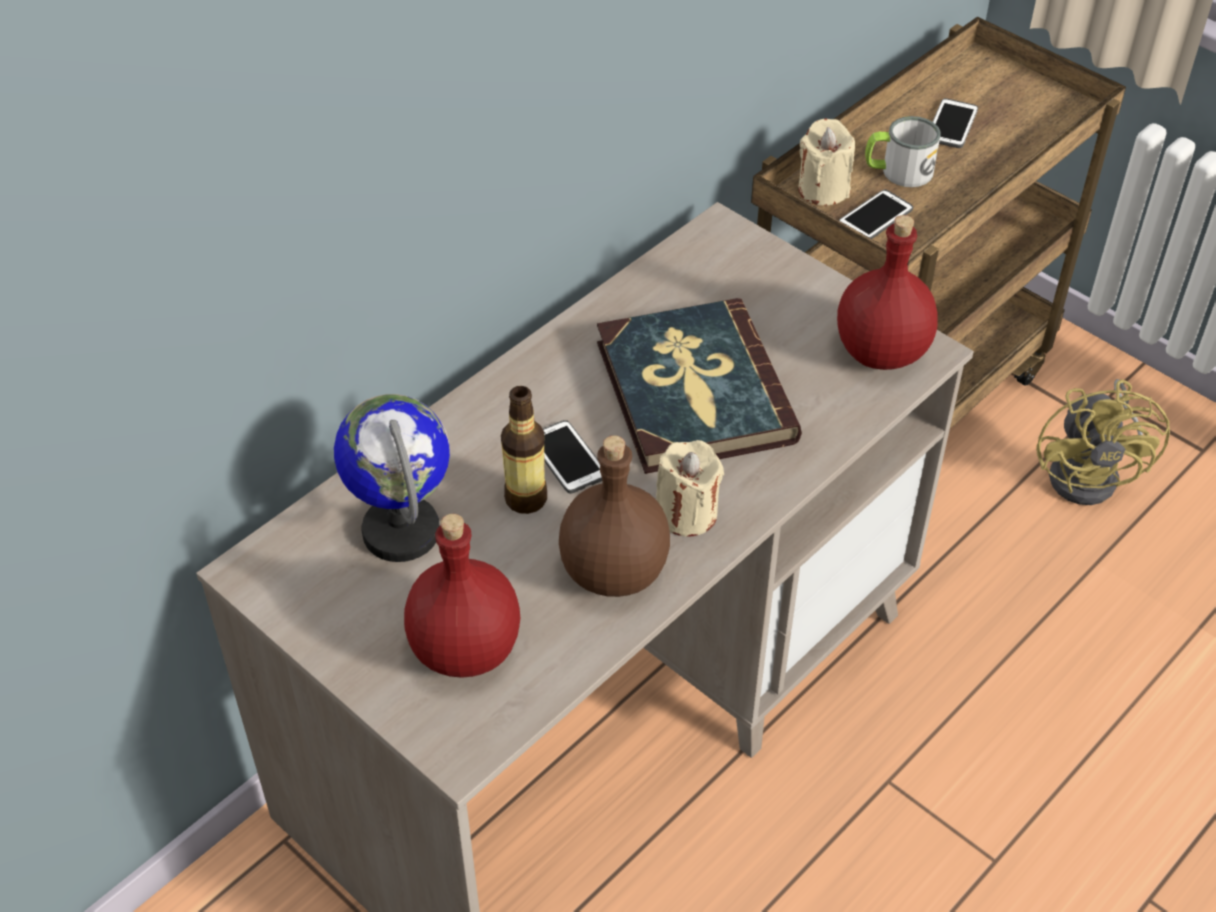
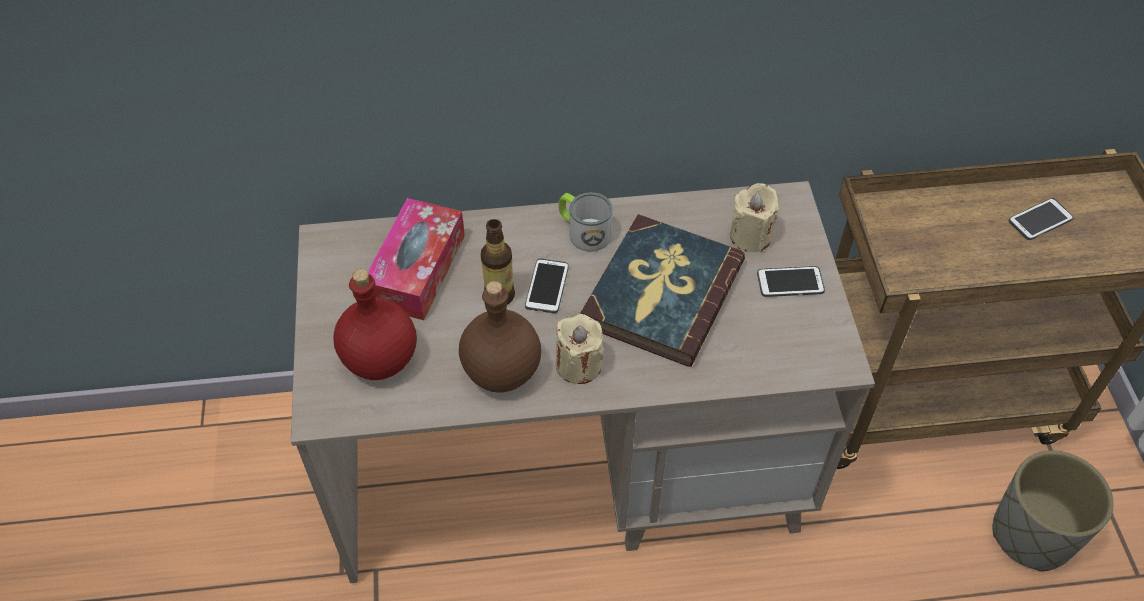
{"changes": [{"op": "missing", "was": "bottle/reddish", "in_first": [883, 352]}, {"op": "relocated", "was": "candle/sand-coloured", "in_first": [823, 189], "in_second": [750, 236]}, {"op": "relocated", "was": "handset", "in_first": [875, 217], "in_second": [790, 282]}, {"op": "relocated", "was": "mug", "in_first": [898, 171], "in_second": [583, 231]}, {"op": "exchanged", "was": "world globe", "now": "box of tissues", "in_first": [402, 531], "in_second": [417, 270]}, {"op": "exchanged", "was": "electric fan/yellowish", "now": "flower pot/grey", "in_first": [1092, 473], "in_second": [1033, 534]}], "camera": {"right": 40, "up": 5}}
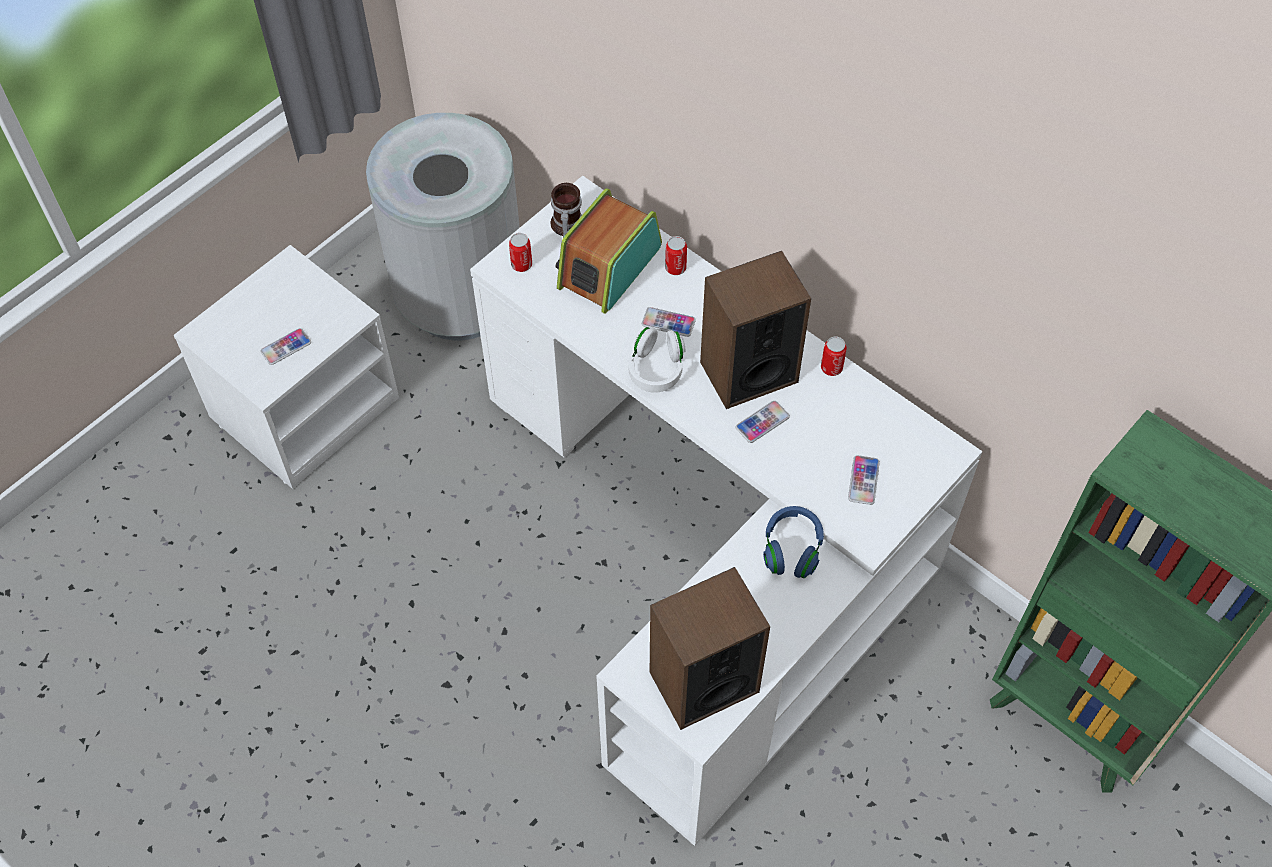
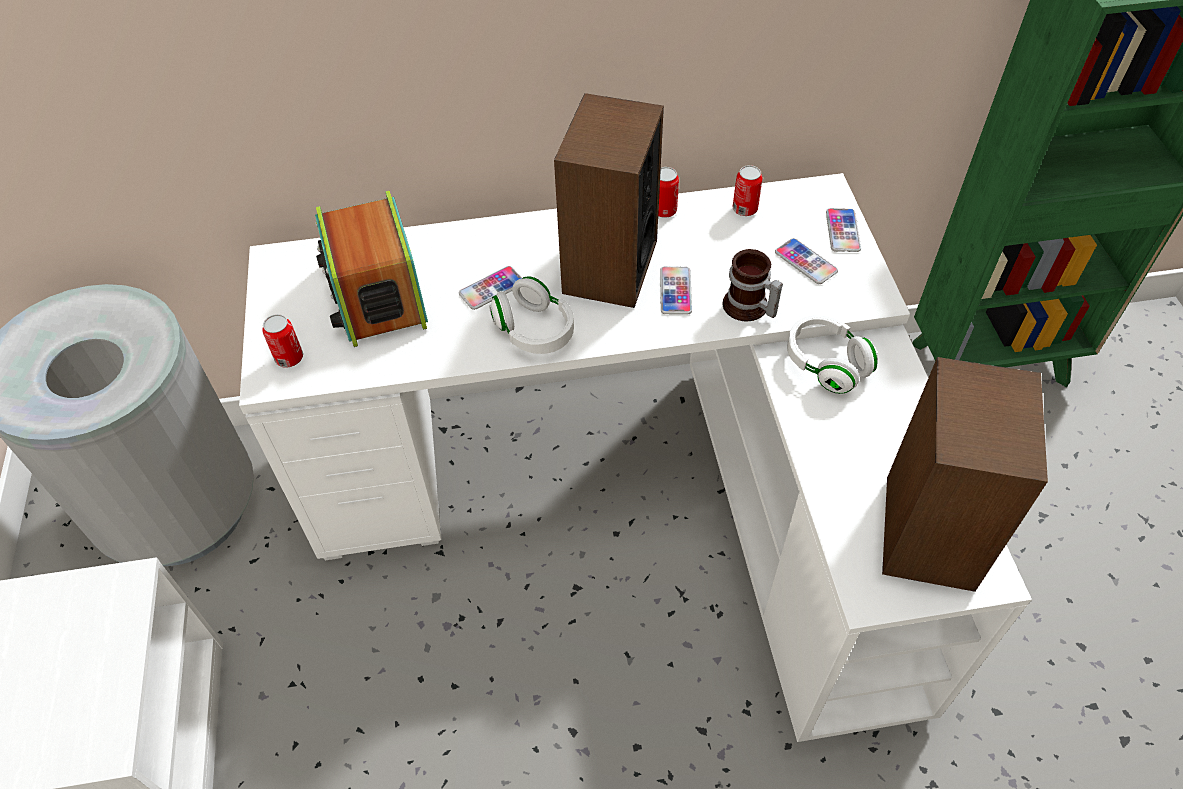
{"changes": [{"op": "relocated", "was": "handset", "in_first": [286, 347], "in_second": [842, 231]}, {"op": "relocated", "was": "mug", "in_first": [565, 226], "in_second": [747, 308]}, {"op": "relocated", "was": "sealed can", "in_first": [675, 268], "in_second": [745, 209]}, {"op": "colour", "was": "headphones/blue", "now": "headphones/whitish", "in_first": [792, 549], "in_second": [826, 364]}], "camera": {"right": -50, "up": -5}}
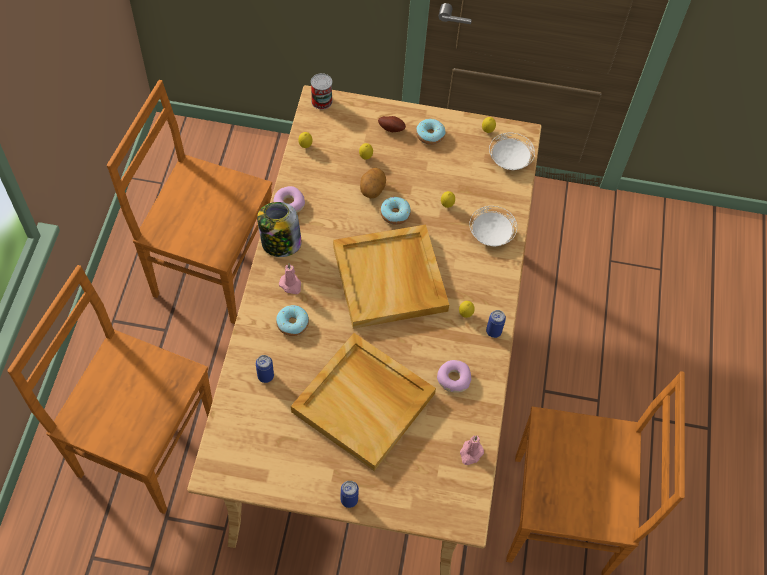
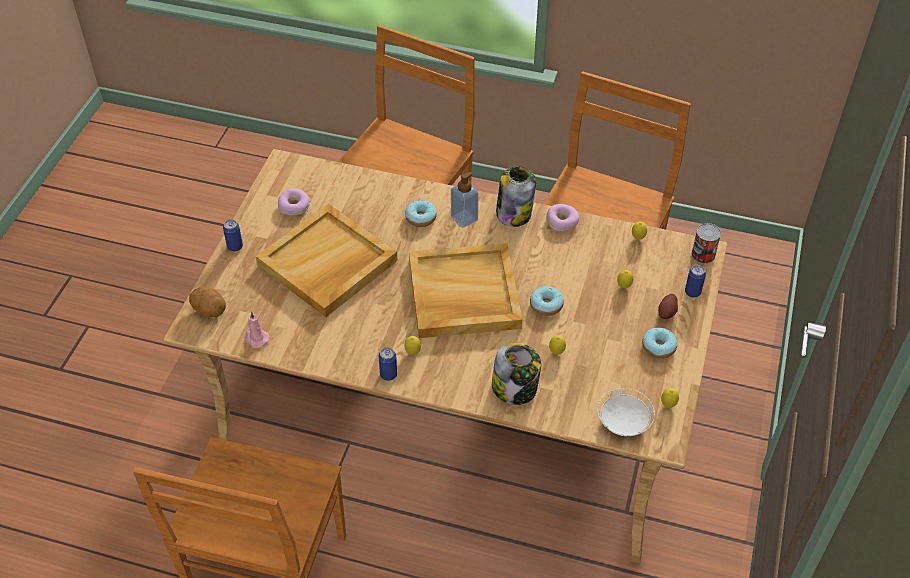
{"changes": [{"op": "relocated", "was": "sealed can", "in_first": [265, 376], "in_second": [692, 292]}, {"op": "relocated", "was": "whole potato", "in_first": [372, 190], "in_second": [210, 310]}, {"op": "relocated", "was": "donut", "in_first": [453, 379], "in_second": [294, 206]}, {"op": "exchanged", "was": "candle/pink", "now": "liquid soap bottle", "in_first": [291, 285], "in_second": [464, 219]}, {"op": "exchanged", "was": "plate/whitish", "now": "jar", "in_first": [491, 234], "in_second": [515, 388]}], "camera": {"right": 100, "up": -10}}
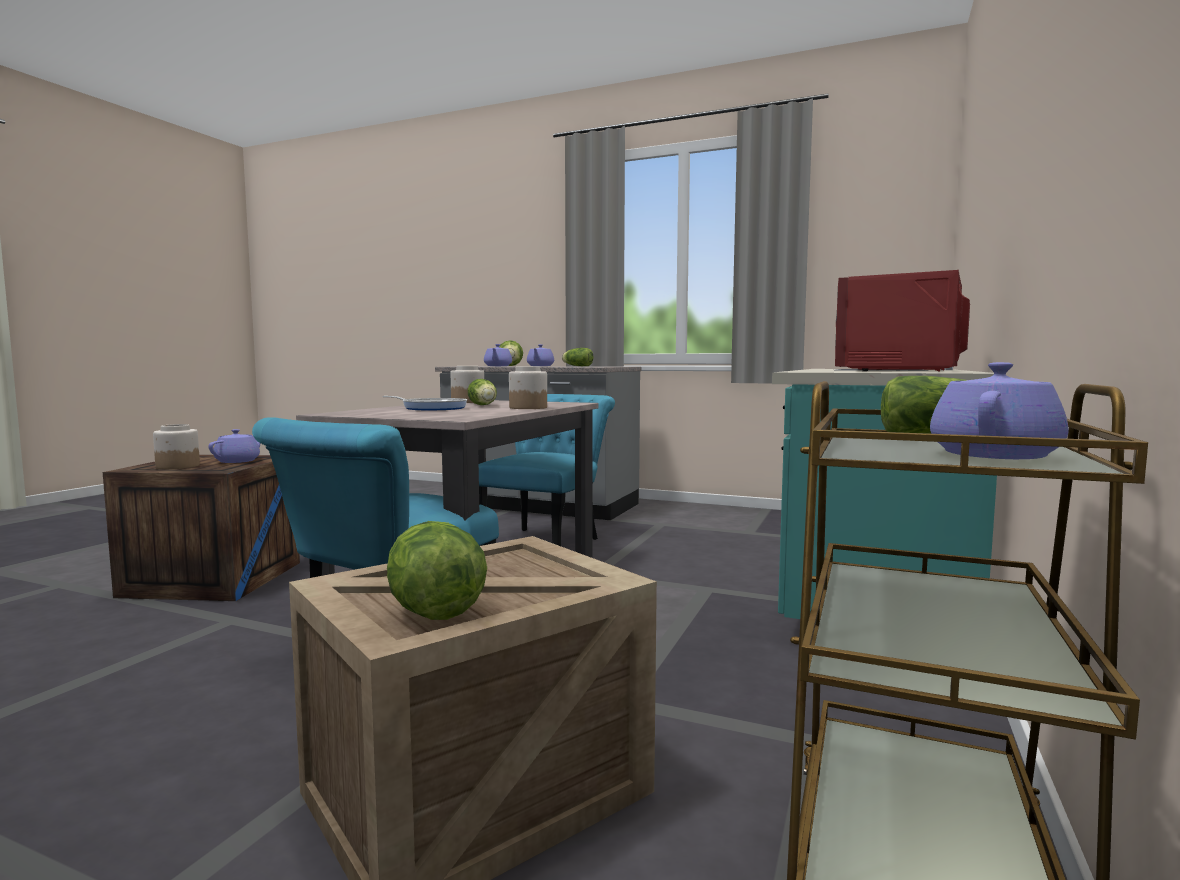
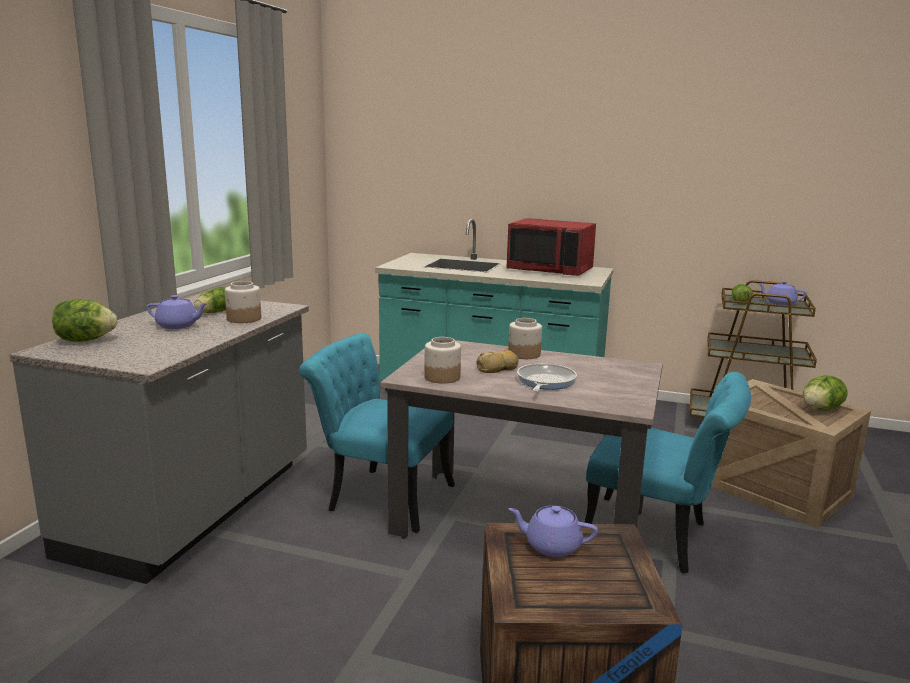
{"changes": [{"op": "missing", "was": "tea pot/purplish", "in_first": [497, 366]}, {"op": "relocated", "was": "jar", "in_first": [177, 466], "in_second": [244, 319]}, {"op": "exchanged", "was": "lettuce head", "now": "baked bread", "in_first": [483, 405], "in_second": [498, 368]}], "camera": {"right": -95, "up": 10}}
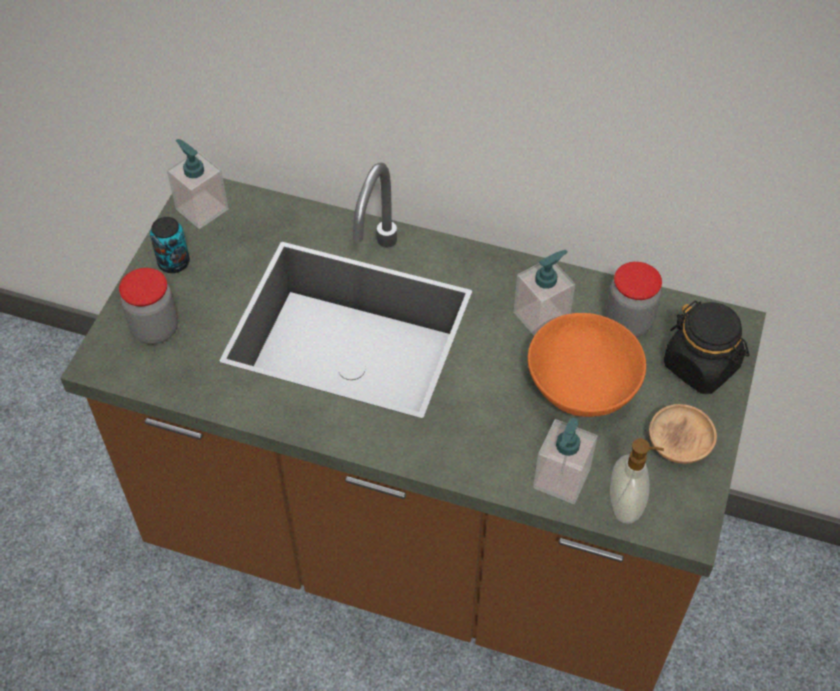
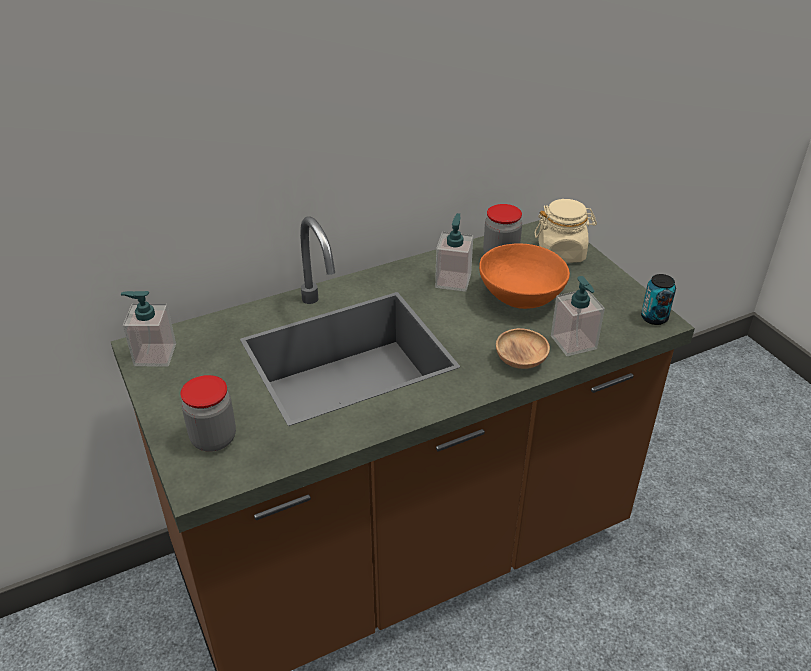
{"changes": [{"op": "missing", "was": "liquid soap bottle", "in_first": [626, 505]}, {"op": "relocated", "was": "sealed can", "in_first": [174, 263], "in_second": [654, 318]}, {"op": "relocated", "was": "bowl/brownish", "in_first": [679, 444], "in_second": [521, 360]}, {"op": "colour", "was": "jar/blackish", "now": "jar/sand-coloured", "in_first": [701, 366], "in_second": [561, 253]}], "camera": {"right": -45, "up": -15}}
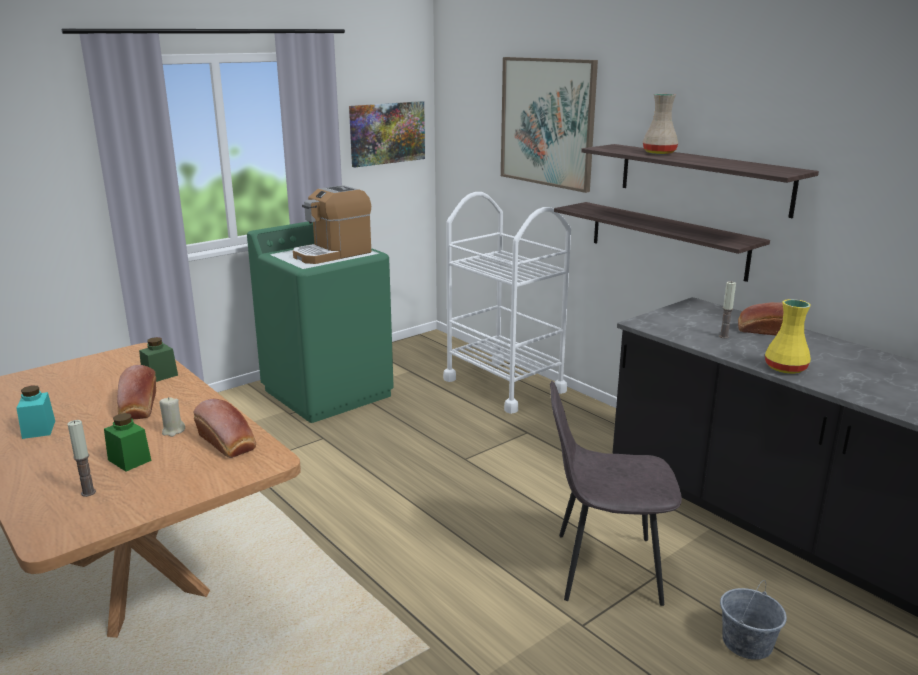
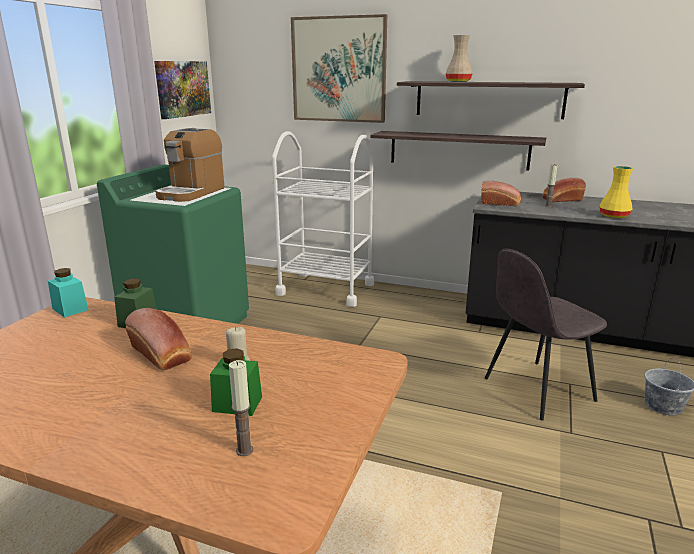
{"changes": [{"op": "relocated", "was": "jar/turquoise", "in_first": [39, 429], "in_second": [70, 309]}, {"op": "relocated", "was": "baked bread", "in_first": [228, 443], "in_second": [500, 203]}], "camera": {"right": -30, "up": 0}}
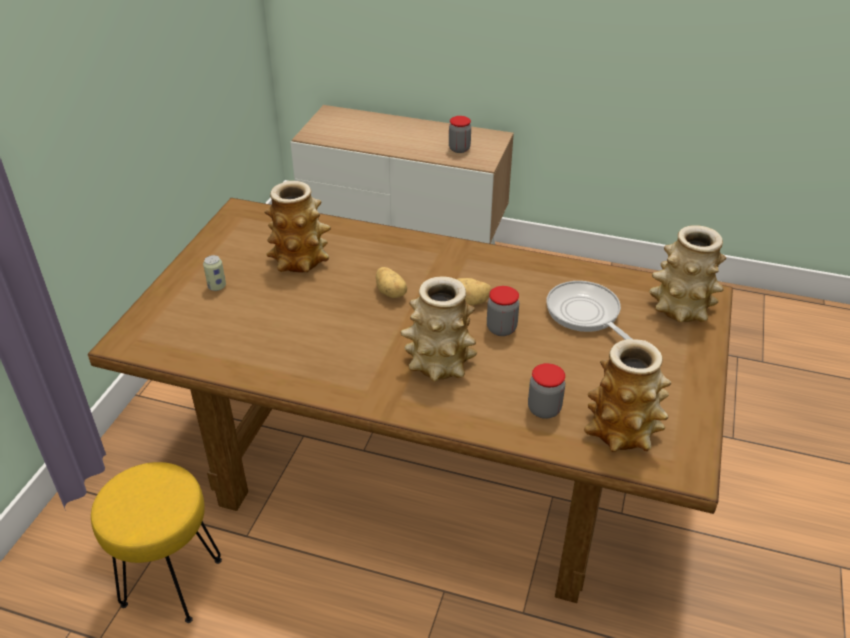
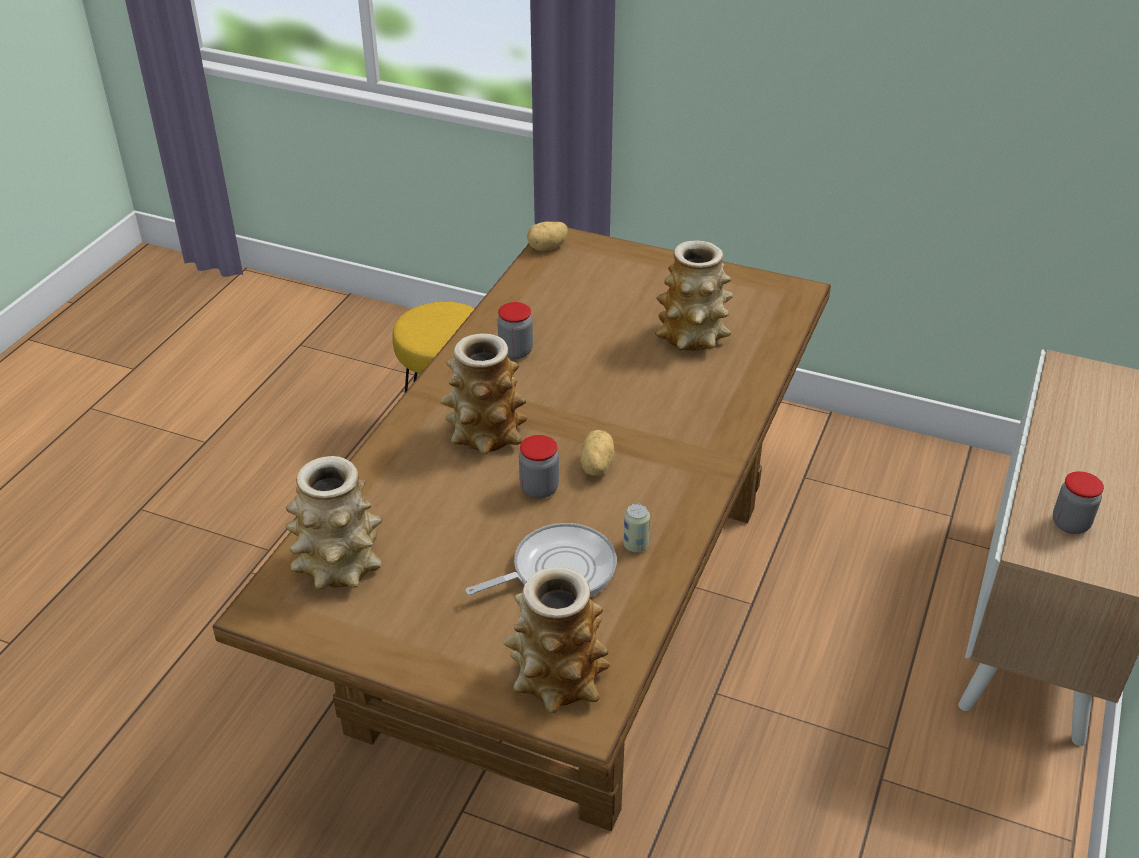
{"changes": [{"op": "relocated", "was": "sealed can", "in_first": [217, 286], "in_second": [635, 545]}, {"op": "relocated", "was": "whole potato", "in_first": [391, 292], "in_second": [547, 247]}, {"op": "relocated", "was": "jar", "in_first": [544, 409], "in_second": [516, 351]}], "camera": {"right": 95, "up": 0}}
